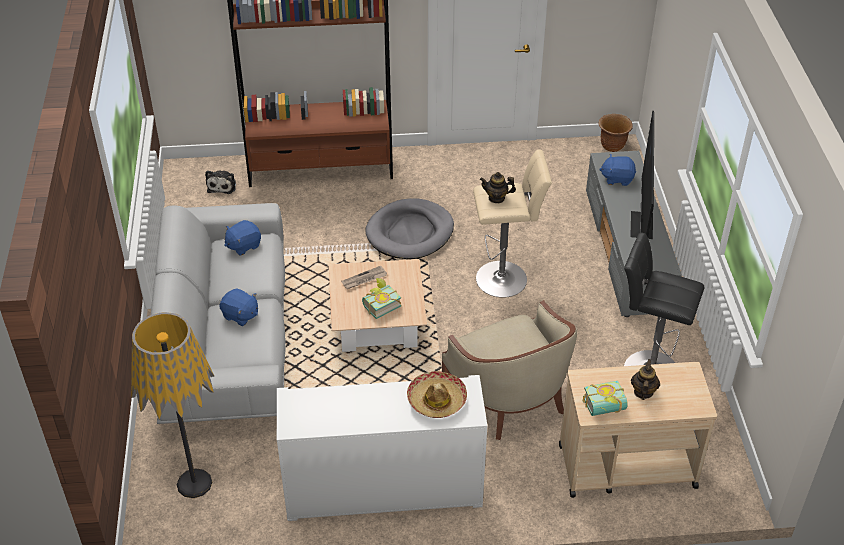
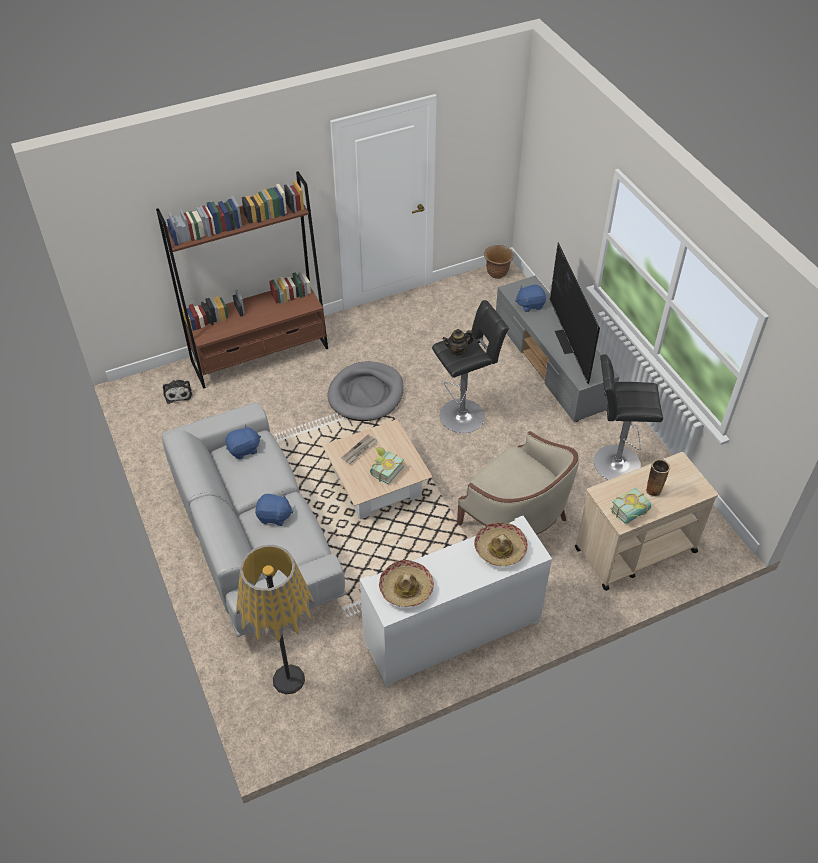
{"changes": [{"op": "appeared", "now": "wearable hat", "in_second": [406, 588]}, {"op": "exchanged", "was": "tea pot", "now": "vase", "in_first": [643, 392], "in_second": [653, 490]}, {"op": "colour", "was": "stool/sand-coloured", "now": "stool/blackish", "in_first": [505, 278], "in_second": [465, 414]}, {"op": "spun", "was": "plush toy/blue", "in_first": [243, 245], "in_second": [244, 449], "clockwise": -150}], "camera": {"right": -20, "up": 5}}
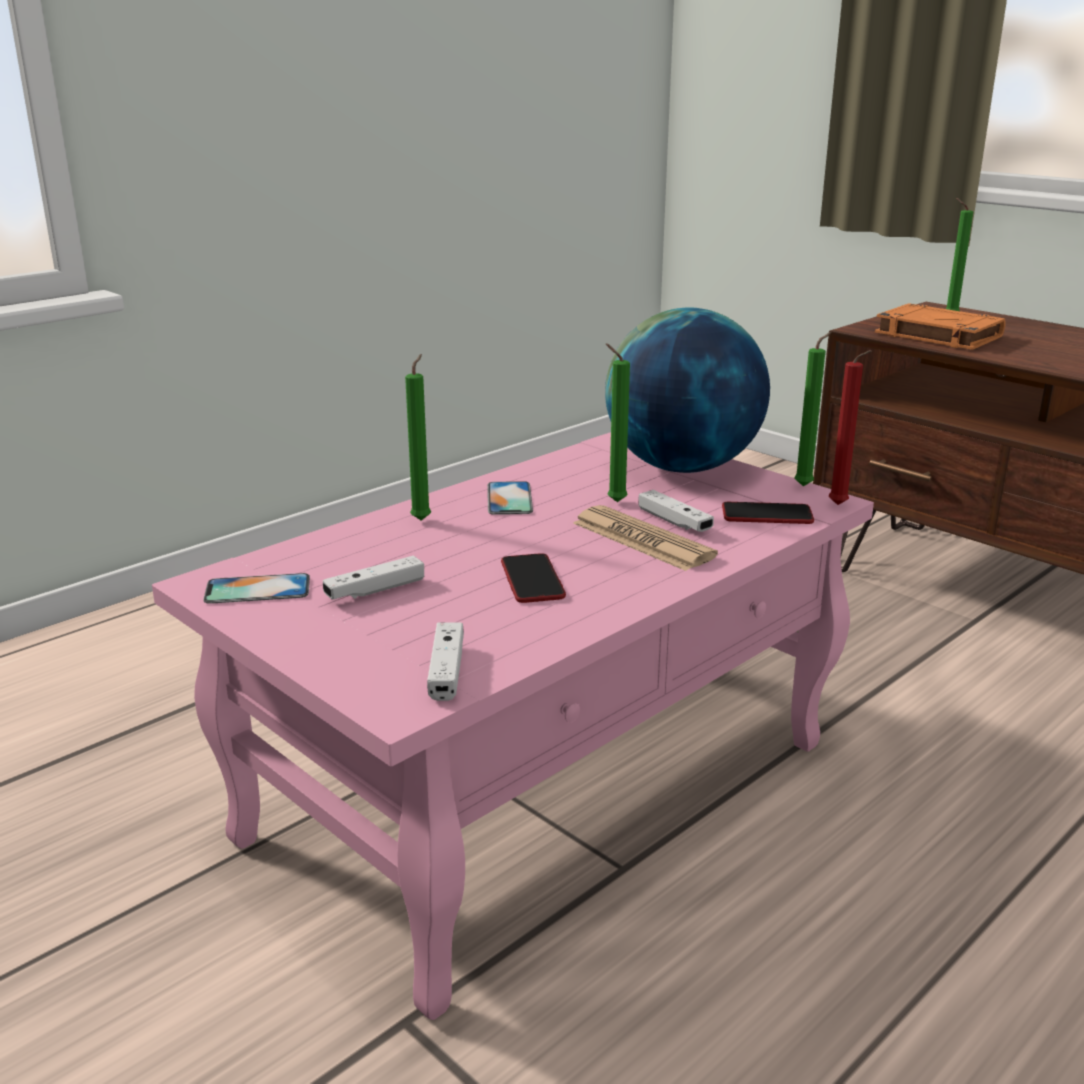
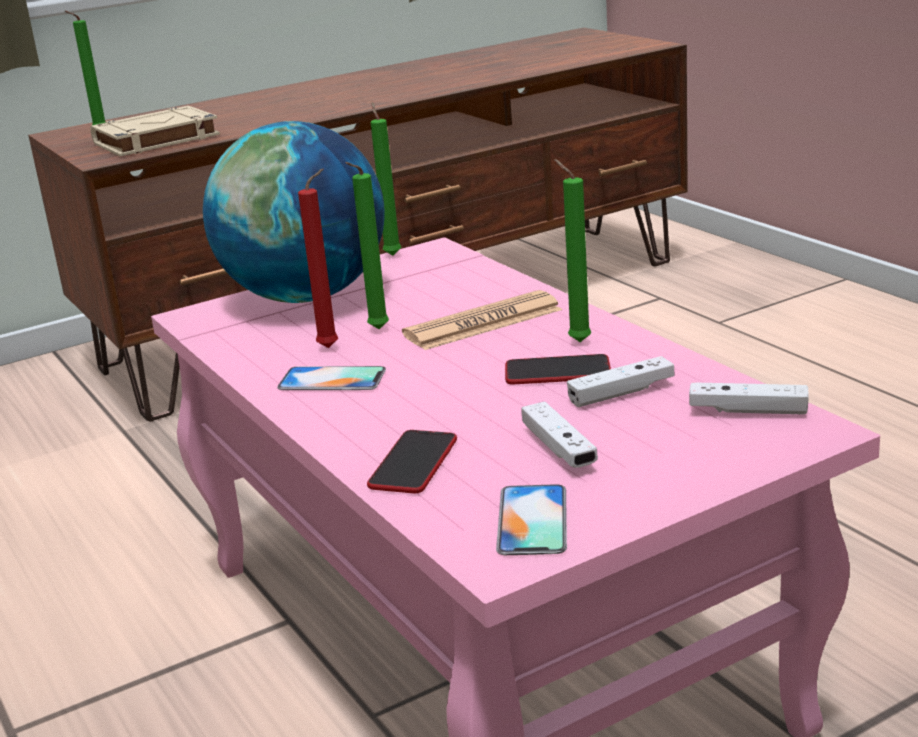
{"changes": [{"op": "relocated", "was": "candle/green", "in_first": [423, 519], "in_second": [576, 341]}, {"op": "relocated", "was": "joypad/whitish", "in_first": [674, 522], "in_second": [621, 393]}, {"op": "relocated", "was": "handset", "in_first": [767, 515], "in_second": [413, 463]}, {"op": "relocated", "was": "candle/reddish", "in_first": [840, 506], "in_second": [332, 347]}, {"op": "colour", "was": "bound book/orange", "now": "bound book/sand-coloured", "in_first": [936, 335], "in_second": [155, 140]}], "camera": {"right": -75, "up": 0}}
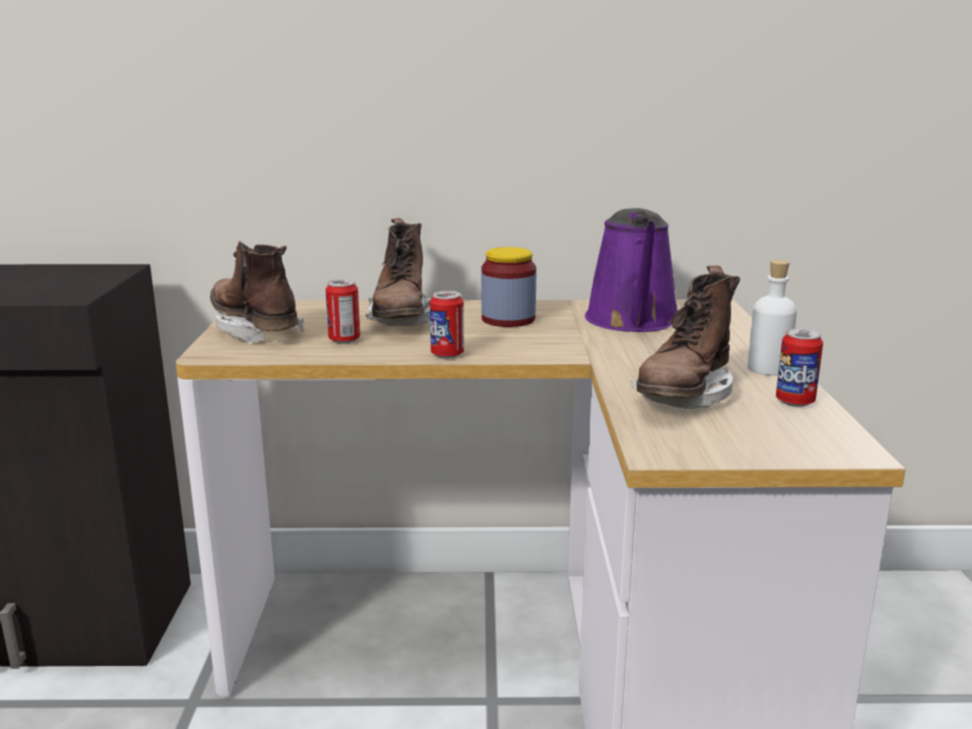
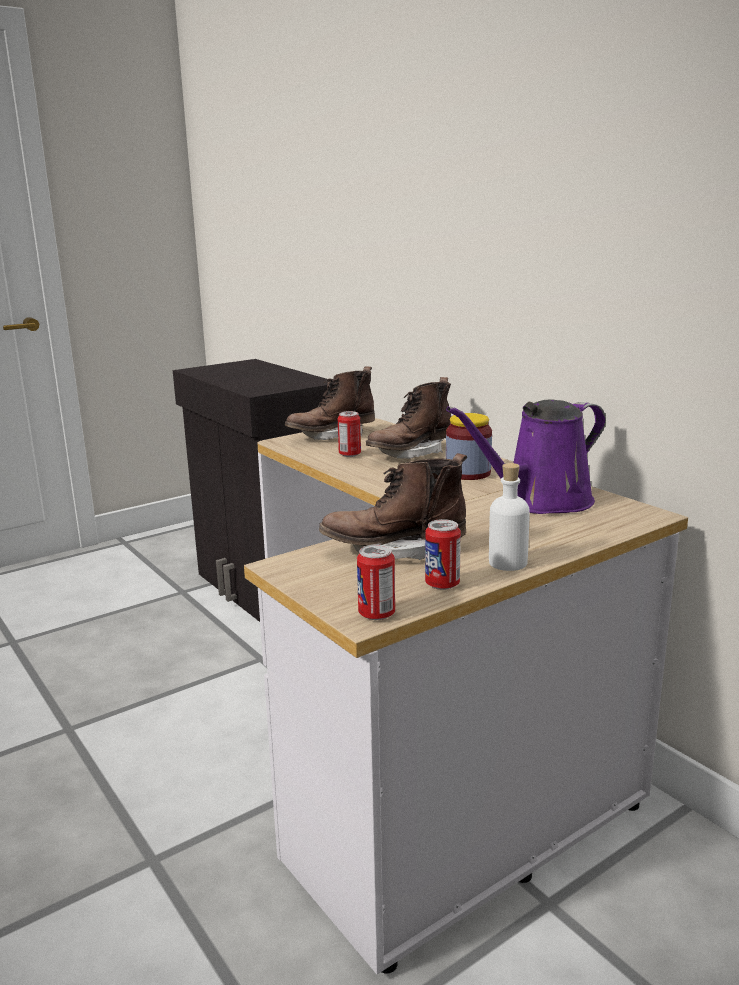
{"changes": [{"op": "relocated", "was": "sealed can", "in_first": [447, 354], "in_second": [376, 614]}, {"op": "spun", "was": "tall boot/brownish", "in_first": [255, 330], "in_second": [332, 436], "clockwise": -135}], "camera": {"right": 55, "up": 0}}
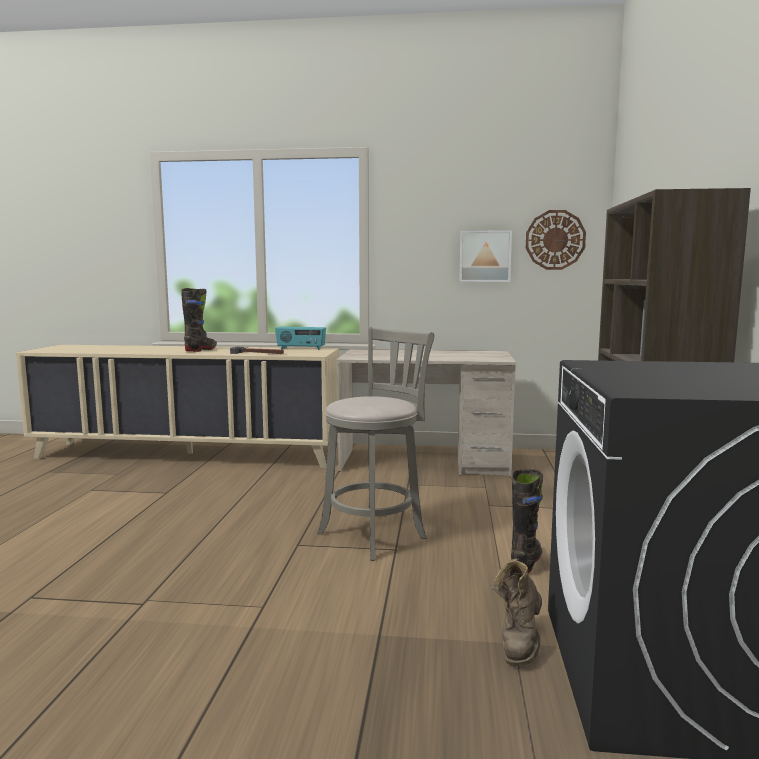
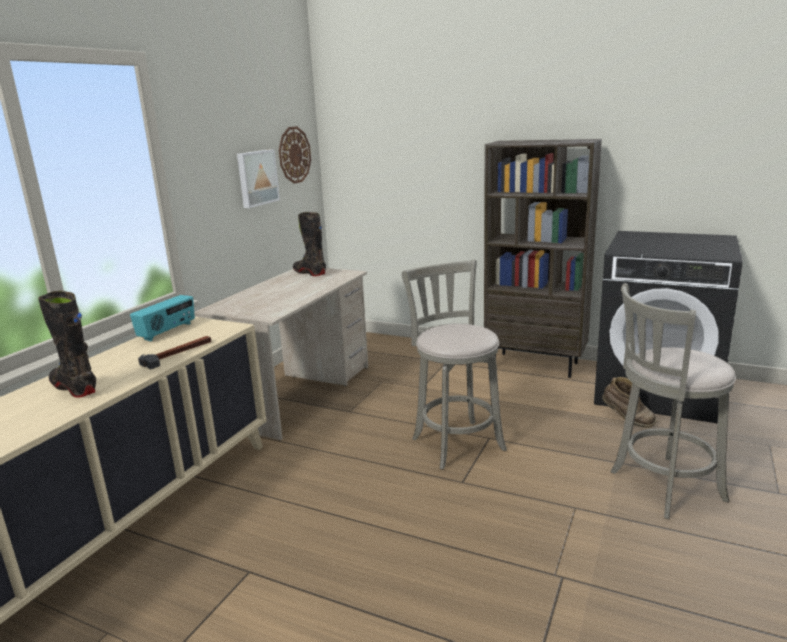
{"changes": [{"op": "appeared", "now": "stool/grey", "in_second": [662, 487]}, {"op": "relocated", "was": "tall boot/blackish", "in_first": [526, 561], "in_second": [310, 273]}], "camera": {"right": -70, "up": 10}}
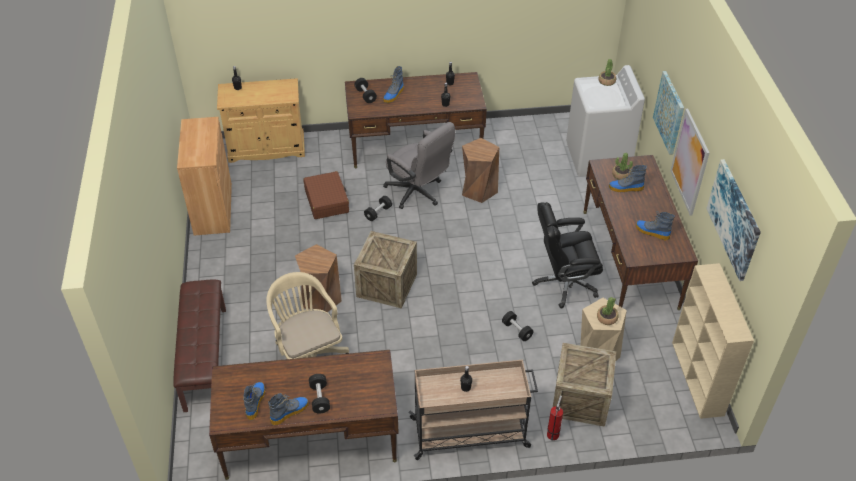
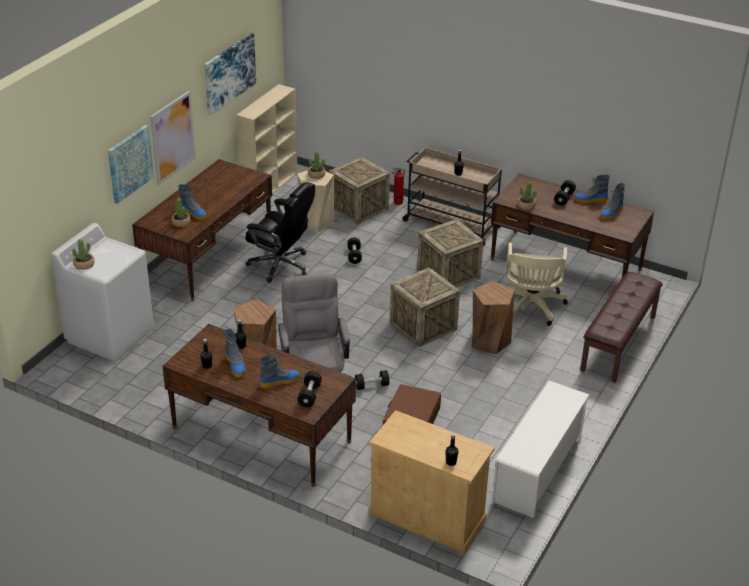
{"changes": [{"op": "appeared", "now": "crate", "in_second": [448, 274]}, {"op": "appeared", "now": "potted plant", "in_second": [526, 206]}, {"op": "relocated", "was": "tall boot", "in_first": [652, 232], "in_second": [236, 366]}, {"op": "exchanged", "was": "cabinet/brownish", "now": "shoe rack/whitish", "in_first": [213, 209], "in_second": [537, 471]}], "camera": {"right": -145, "up": -10}}
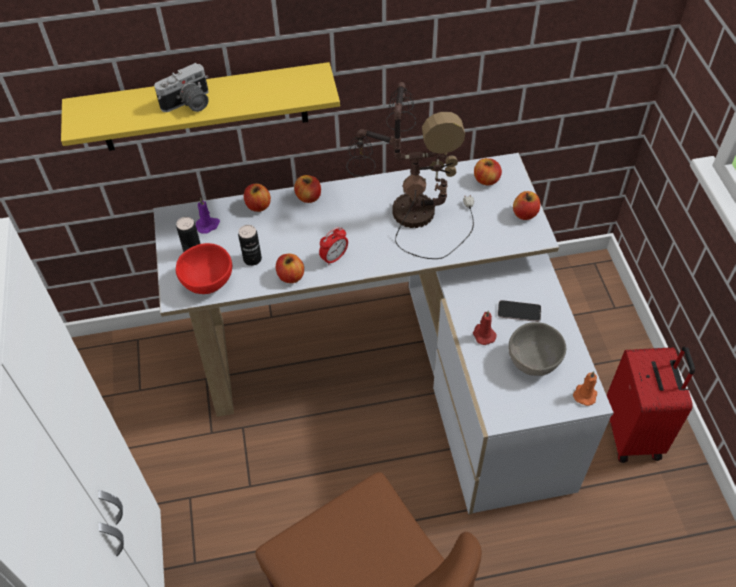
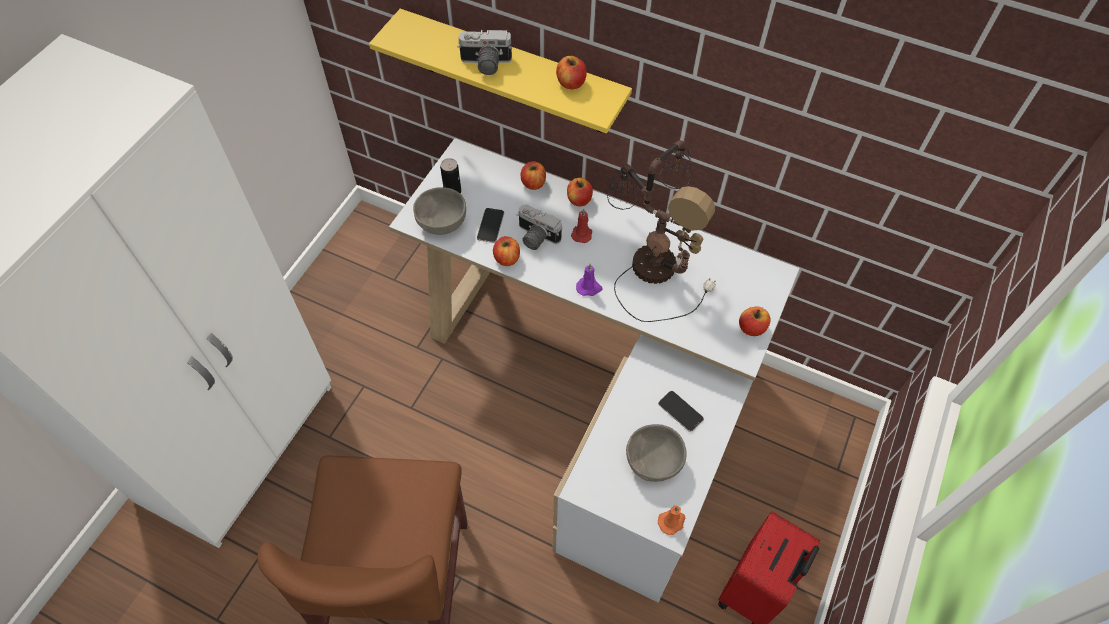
{"changes": [{"op": "missing", "was": "table clock", "in_first": [334, 258]}, {"op": "appeared", "now": "still camera", "in_second": [535, 237]}, {"op": "relocated", "was": "candle/purplish", "in_first": [208, 225], "in_second": [589, 288]}, {"op": "relocated", "was": "candle/reddish", "in_first": [483, 334], "in_second": [582, 233]}, {"op": "relocated", "was": "apple", "in_first": [486, 180], "in_second": [571, 83]}, {"op": "exchanged", "was": "sealed can", "now": "handset", "in_first": [252, 259], "in_second": [490, 225]}, {"op": "colour", "was": "bowl/reddish", "now": "bowl/grey", "in_first": [207, 282], "in_second": [441, 223]}], "camera": {"right": 35, "up": 5}}
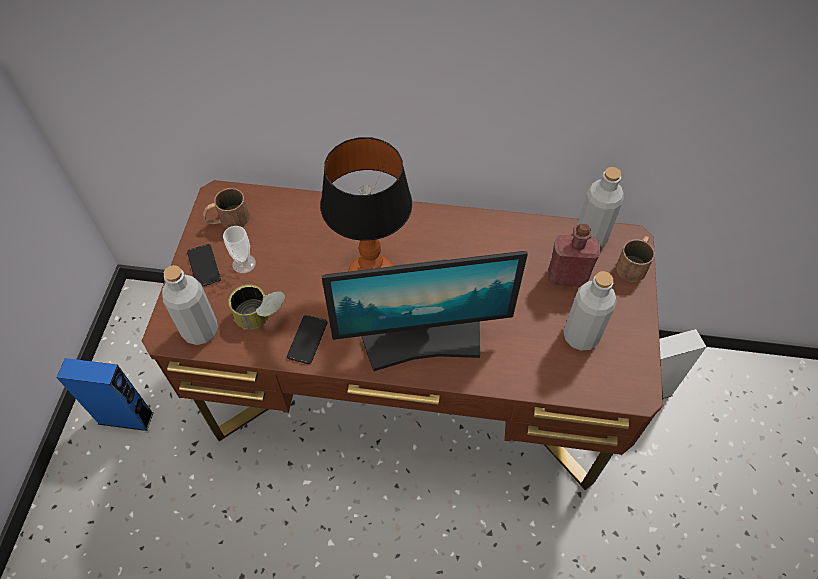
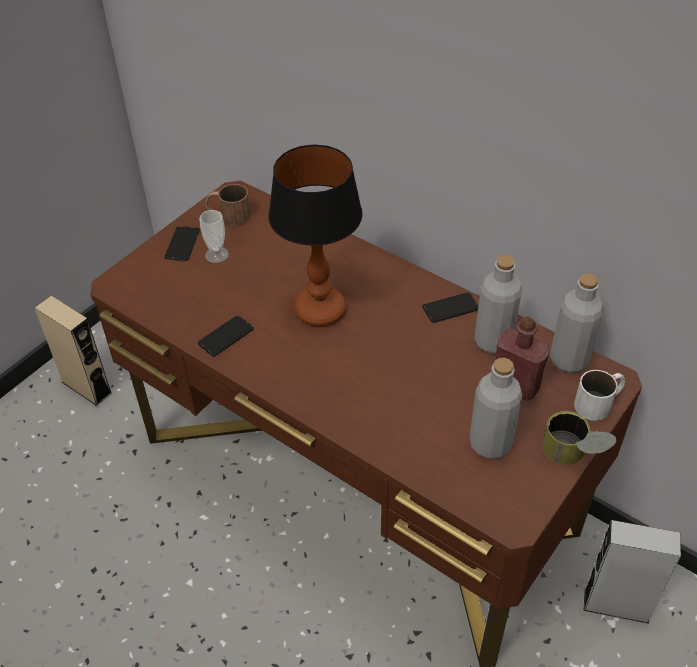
{"changes": [{"op": "missing", "was": "monitor", "in_first": [422, 340]}, {"op": "appeared", "now": "handset", "in_second": [450, 308]}, {"op": "relocated", "was": "bottle/grey", "in_first": [200, 330], "in_second": [493, 341]}, {"op": "relocated", "was": "sealed can", "in_first": [261, 318], "in_second": [573, 456]}, {"op": "colour", "was": "audio speaker/blue", "now": "audio speaker/sand-coloured", "in_first": [126, 418], "in_second": [86, 387]}, {"op": "colour", "was": "mug/brownish", "now": "mug/whitish", "in_first": [634, 263], "in_second": [599, 402]}], "camera": {"right": 30, "up": -10}}
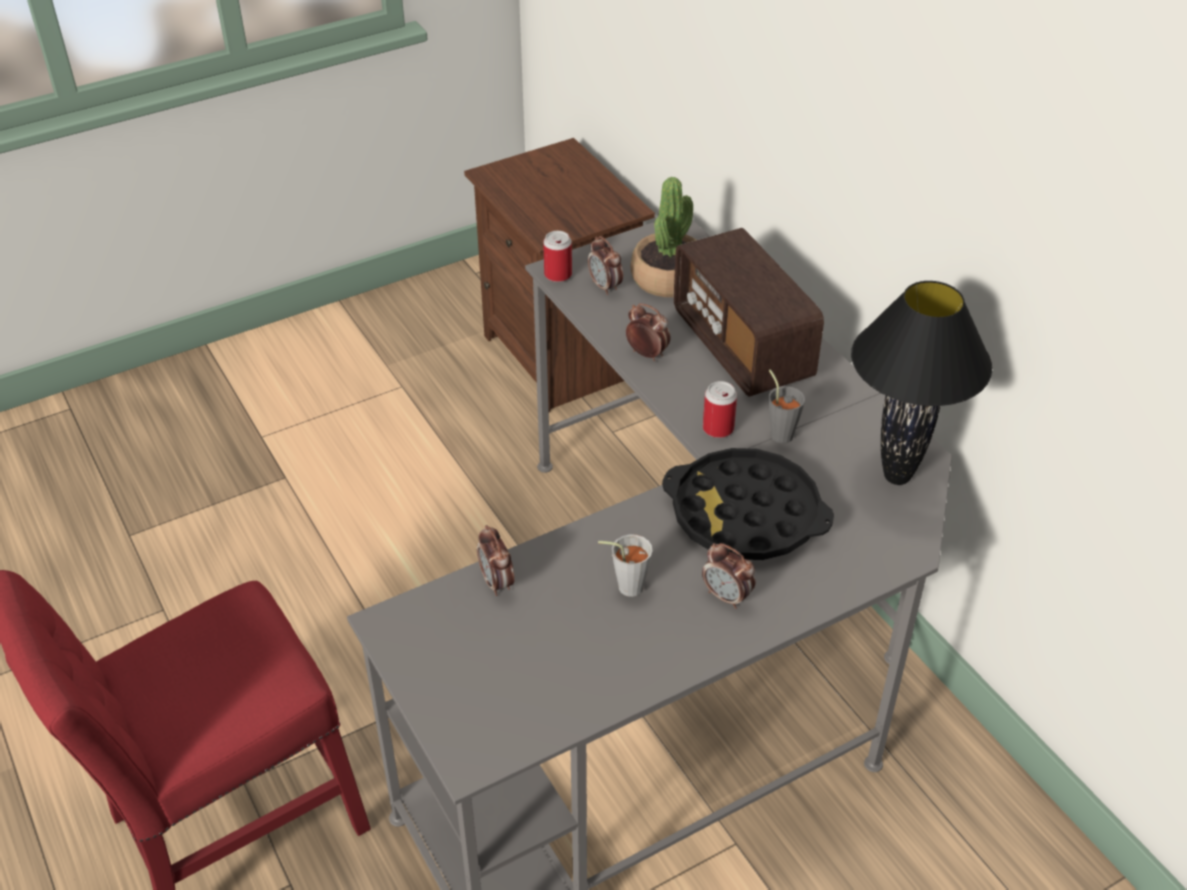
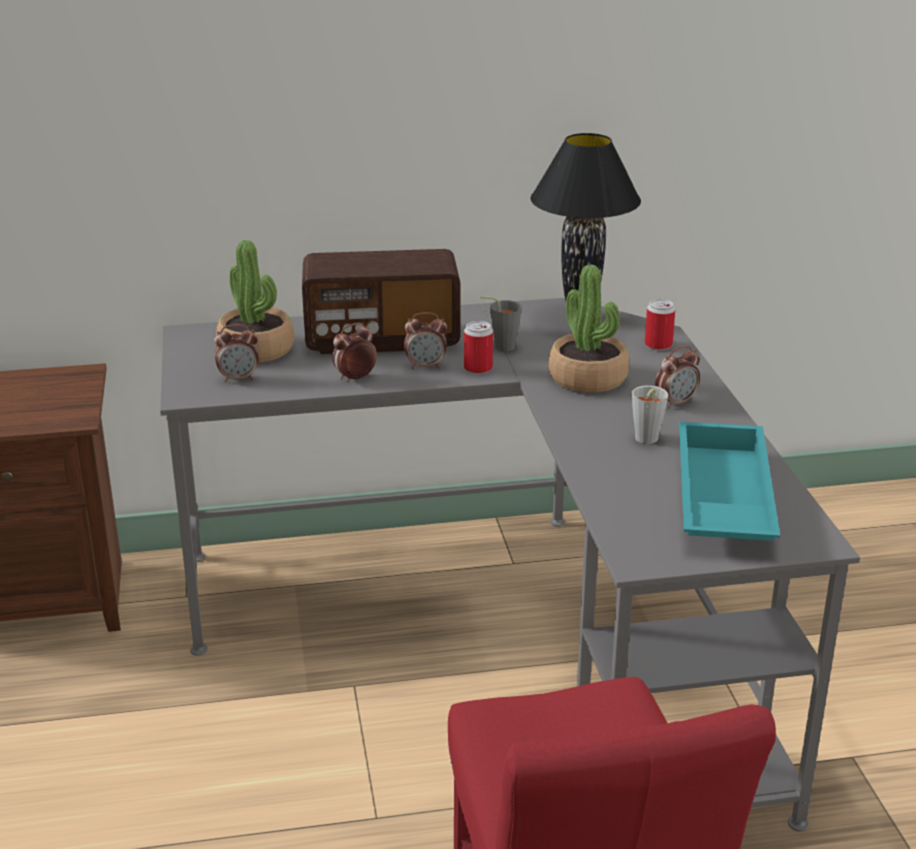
{"changes": [{"op": "appeared", "now": "serving tray/turquoise", "in_second": [719, 498]}, {"op": "relocated", "was": "table clock", "in_first": [497, 583], "in_second": [426, 366]}, {"op": "relocated", "was": "sealed can", "in_first": [558, 275], "in_second": [658, 345]}, {"op": "exchanged", "was": "serving tray/blackish", "now": "potted plant", "in_first": [745, 514], "in_second": [588, 378]}], "camera": {"right": -70, "up": -15}}
